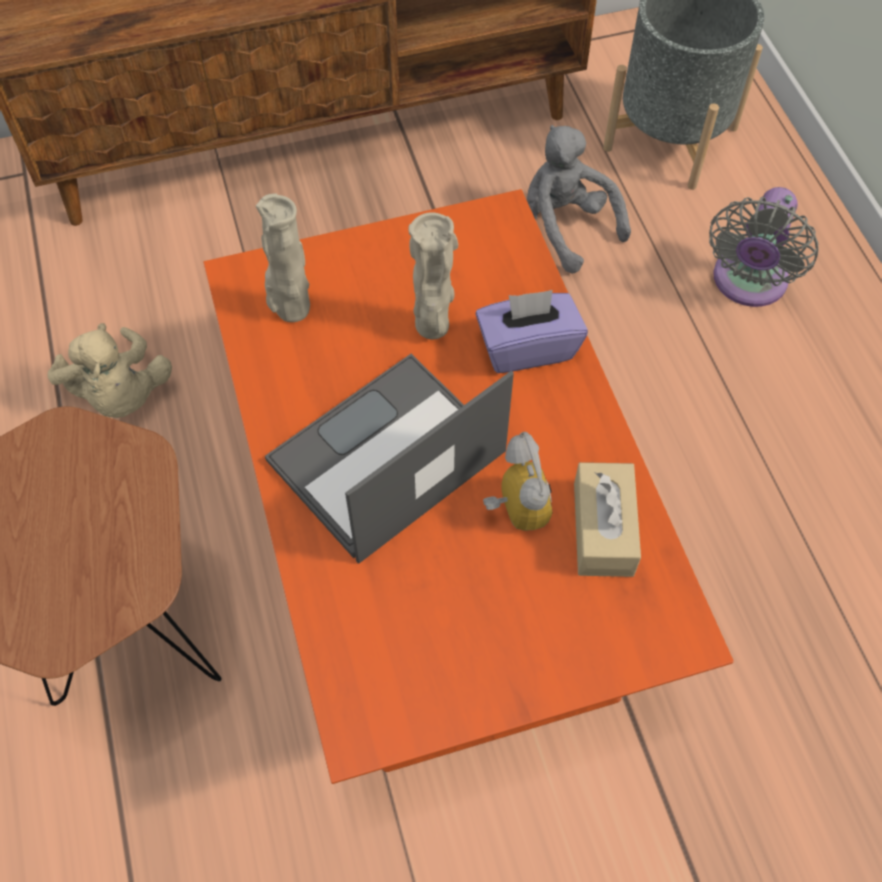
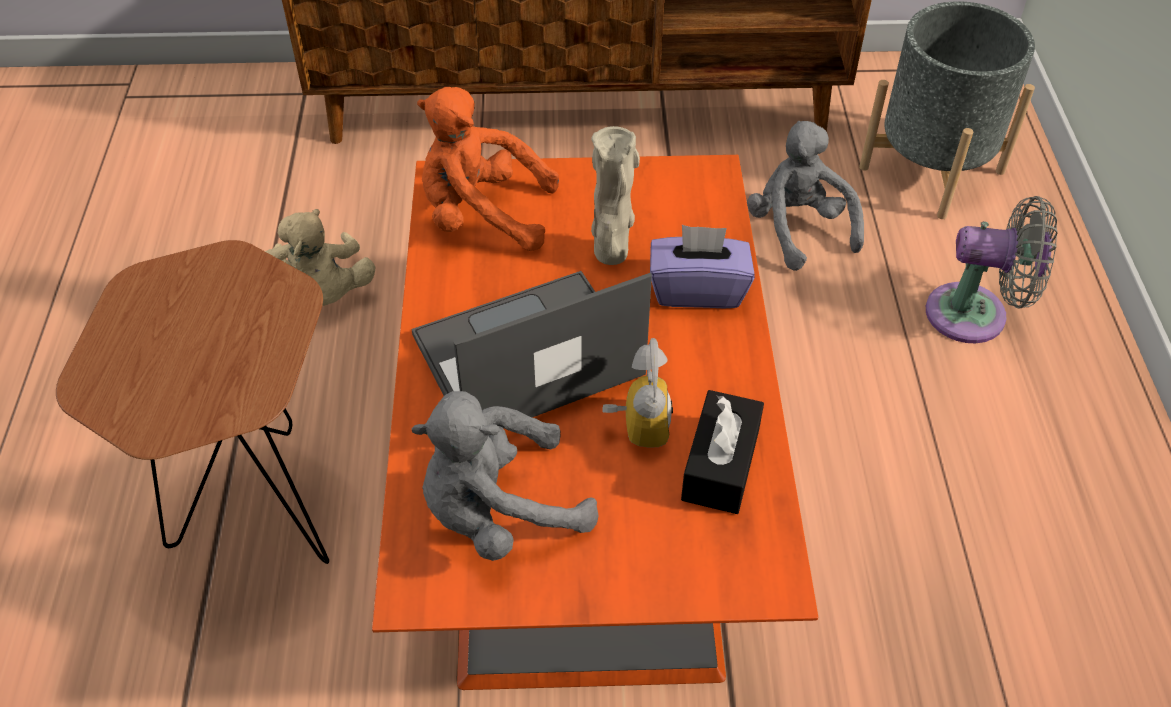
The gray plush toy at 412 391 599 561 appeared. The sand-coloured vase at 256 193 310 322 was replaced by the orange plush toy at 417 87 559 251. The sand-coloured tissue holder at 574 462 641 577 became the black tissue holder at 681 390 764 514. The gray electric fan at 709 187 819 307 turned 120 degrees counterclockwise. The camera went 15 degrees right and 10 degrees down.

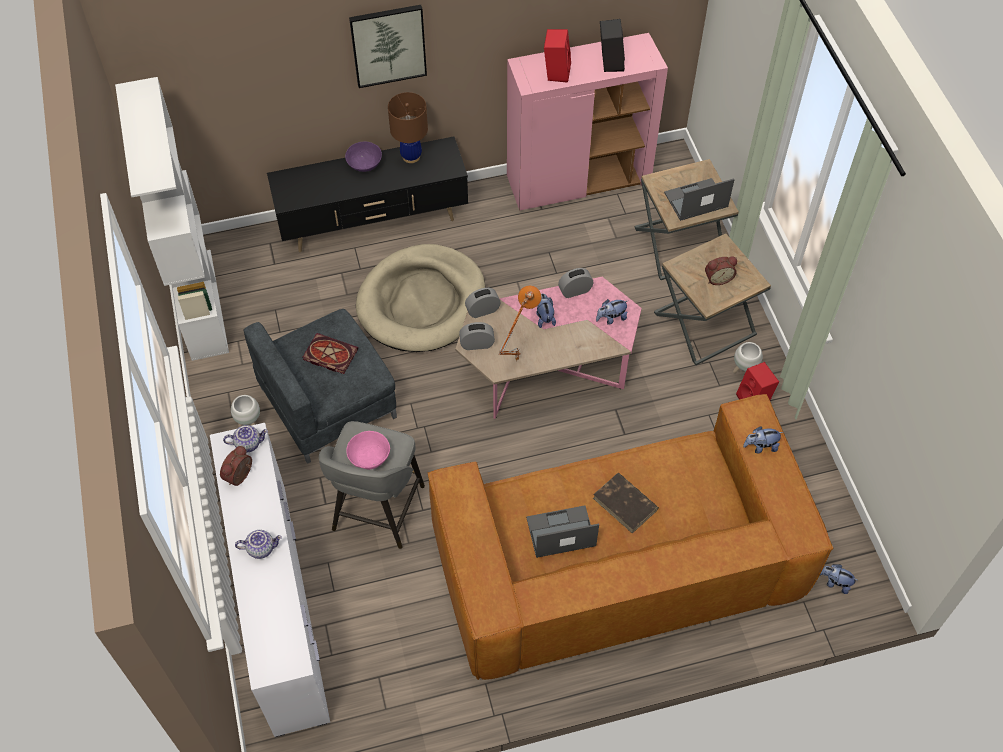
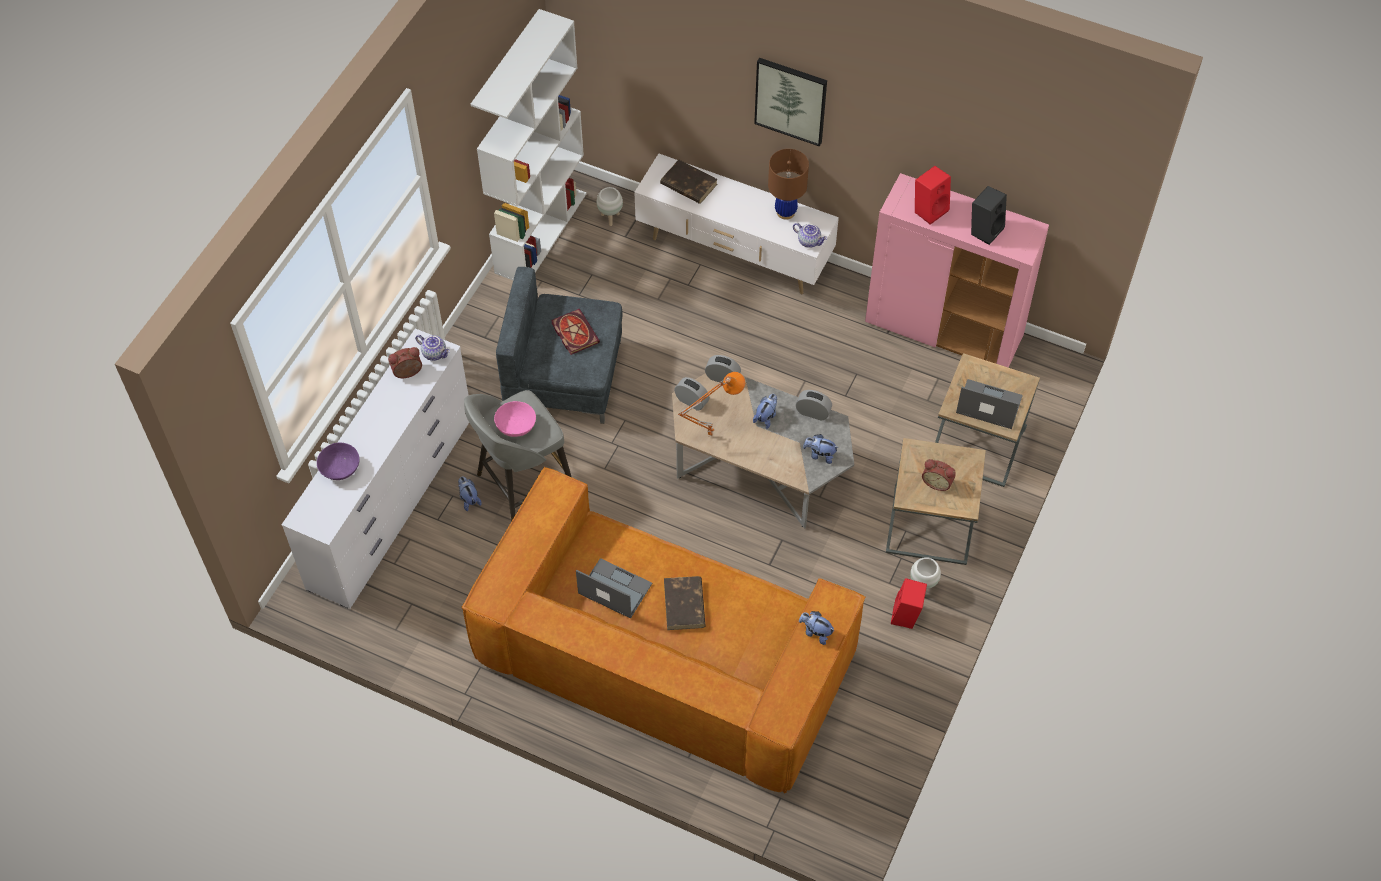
The sand-coloured dog cushion at 356 244 485 352 disappeared. The brownish bound book at 660 160 718 204 appeared. The whitish flower pot moved from 231 395 260 427 to 597 187 623 226. The tea pot moved from 235 530 282 559 to 793 223 827 248. The purple-coloured serving bowl moved from 345 142 382 172 to 317 443 360 480. The plush toy moved from 820 564 859 594 to 458 477 482 511. The black tv unit at 267 137 468 252 became the whitish tv unit at 634 153 839 294. The pink coffee table at 455 277 642 419 became the gray coffee table at 672 373 854 529. The camera went 40 degrees right and 0 degrees up.

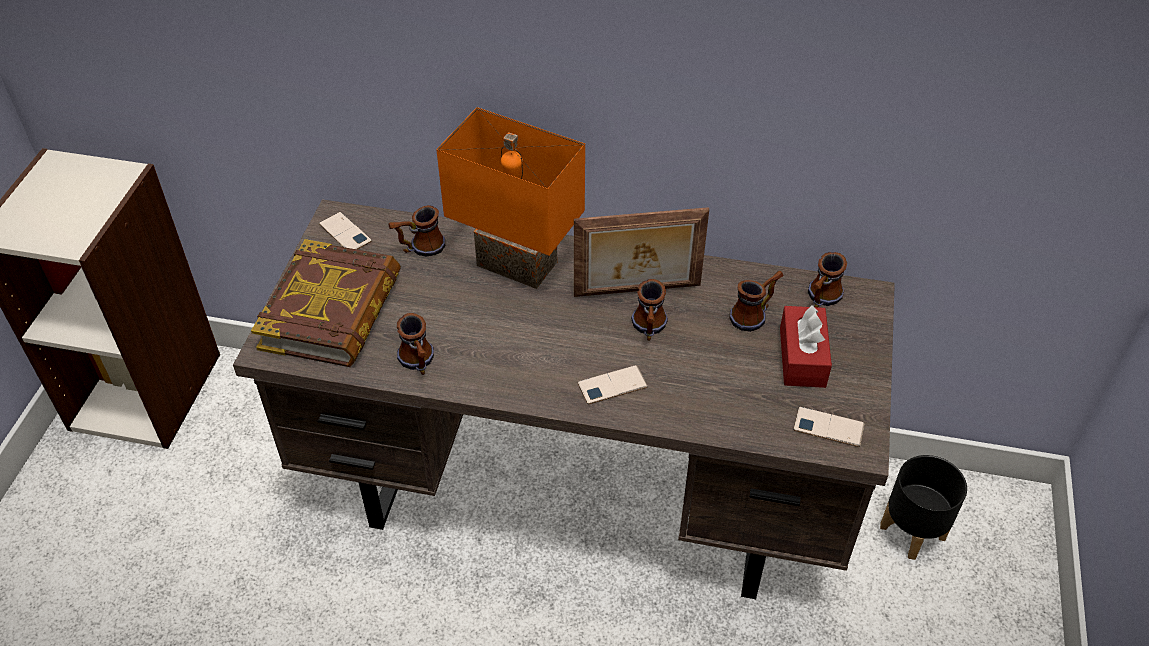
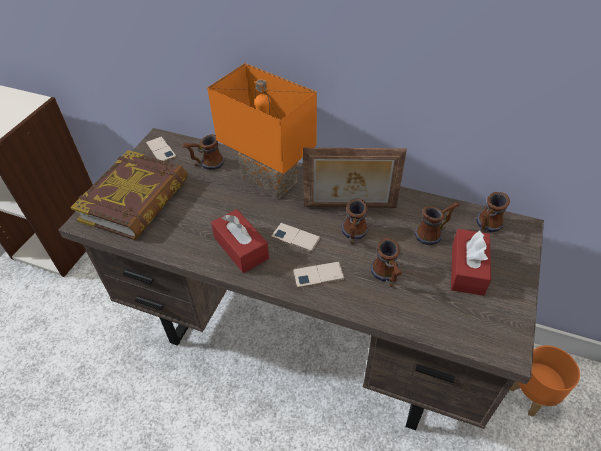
The reddish tissue holder at 211 209 269 273 appeared. The tea mug moved from 397 313 434 375 to 371 238 402 287. The telephone moved from 793 407 865 447 to 271 223 321 252. The black flower pot at 880 455 967 560 became the orange flower pot at 510 345 580 417. The camera went 10 degrees right and 0 degrees up.

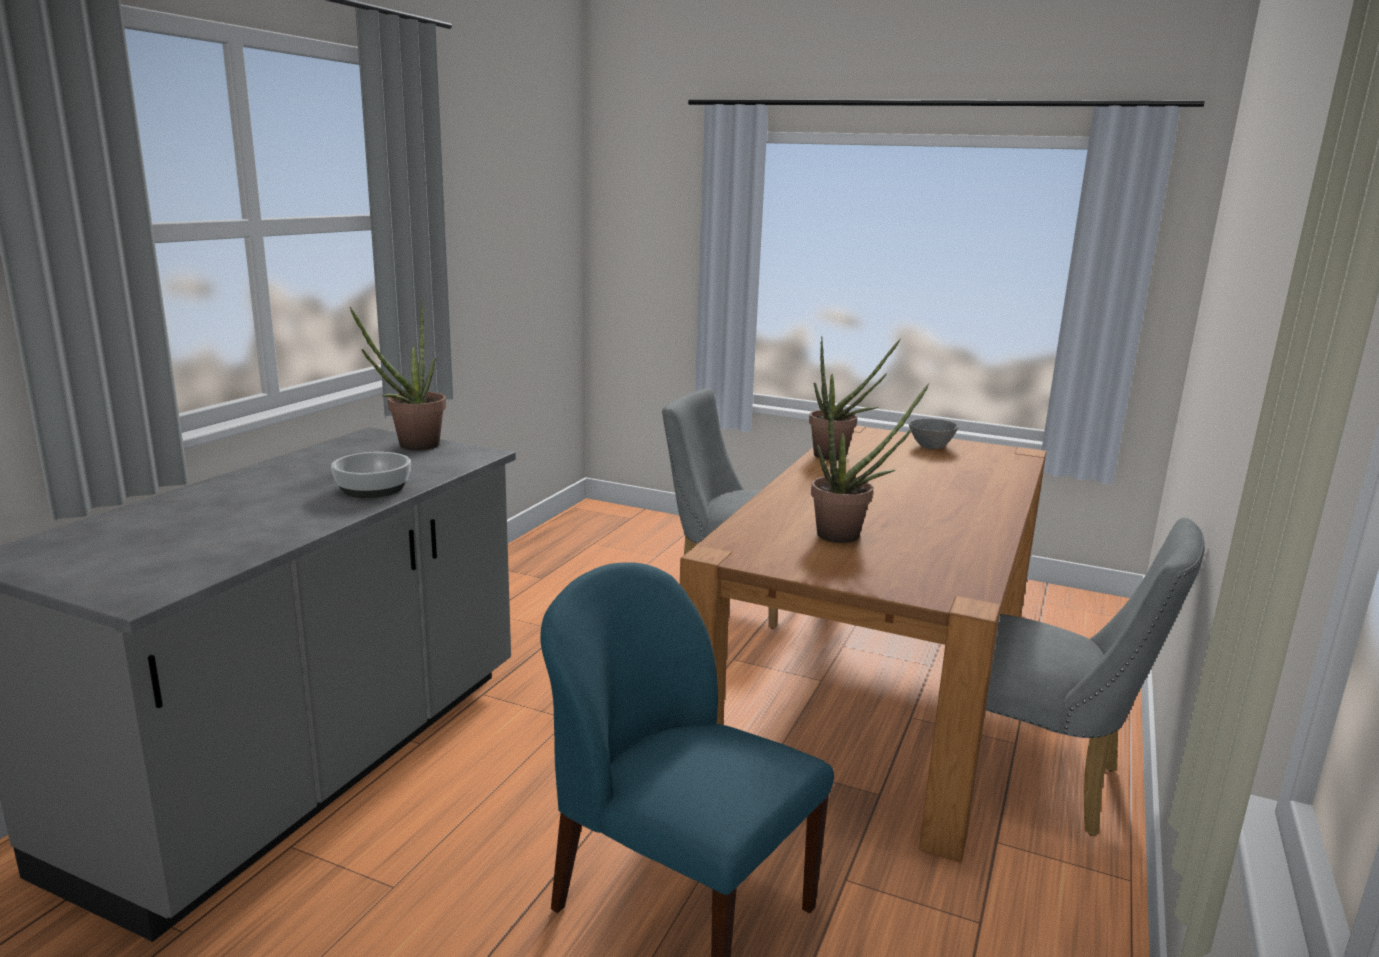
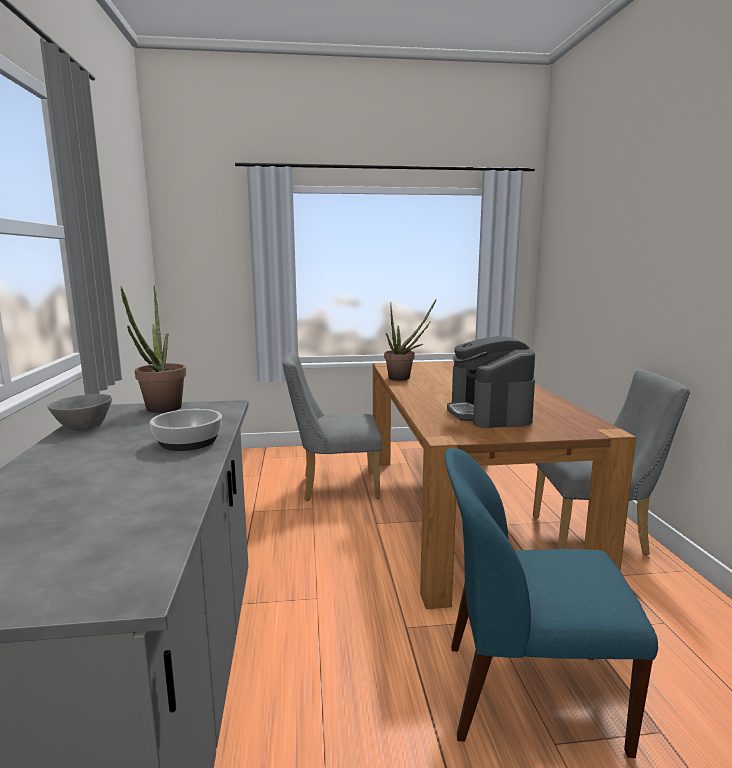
The gray serving bowl moved from 909 419 958 449 to 47 394 112 431. The potted plant at 811 383 929 543 was replaced by the coffee maker at 447 336 535 428. The camera went 30 degrees left and 5 degrees down.

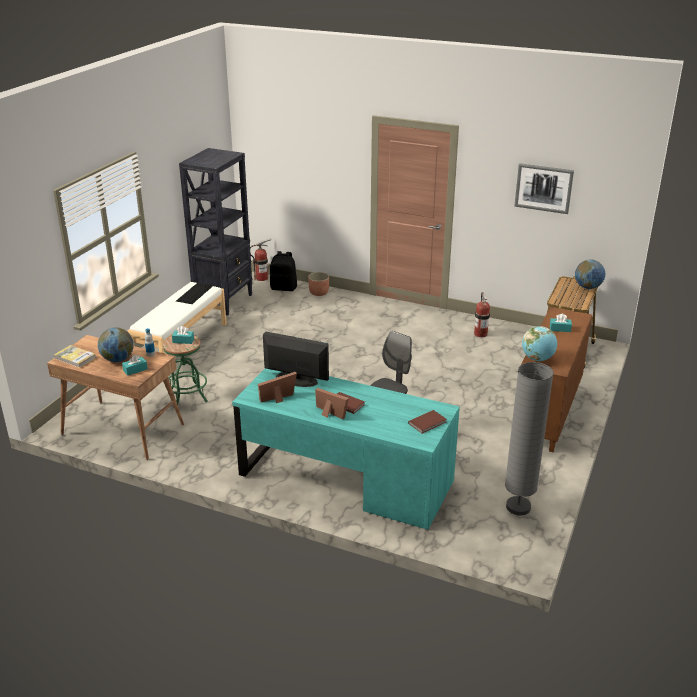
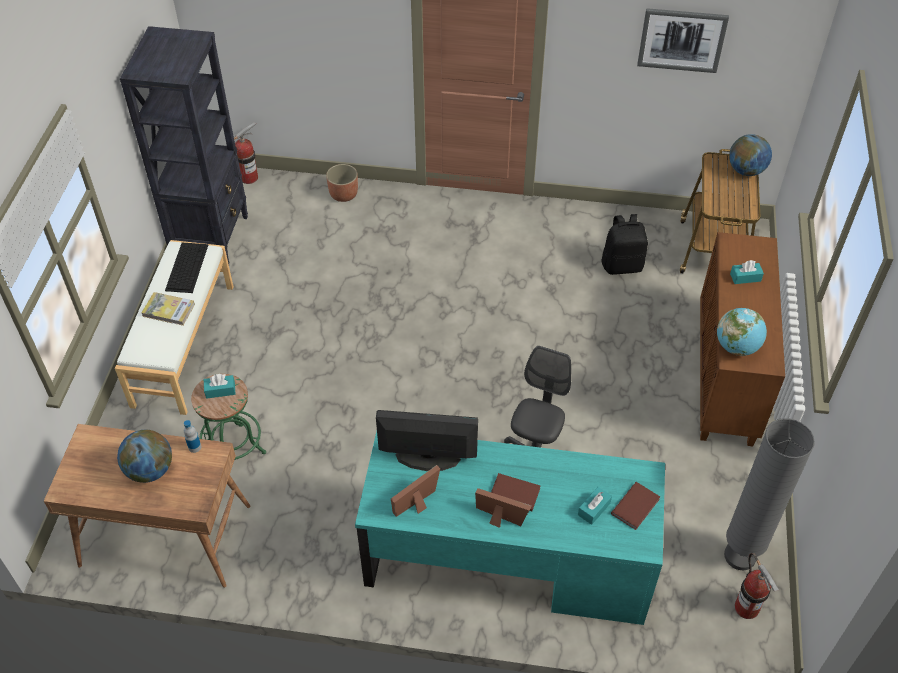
The bound book moved from 54 345 96 368 to 141 292 195 326. The turquoise-coloured tissue holder moved from 122 355 148 376 to 578 487 612 525. The black backpack moved from 270 251 297 291 to 602 214 648 275. The fire extinguisher moved from 474 292 490 337 to 735 553 779 619. The camera went 15 degrees left and 20 degrees up.

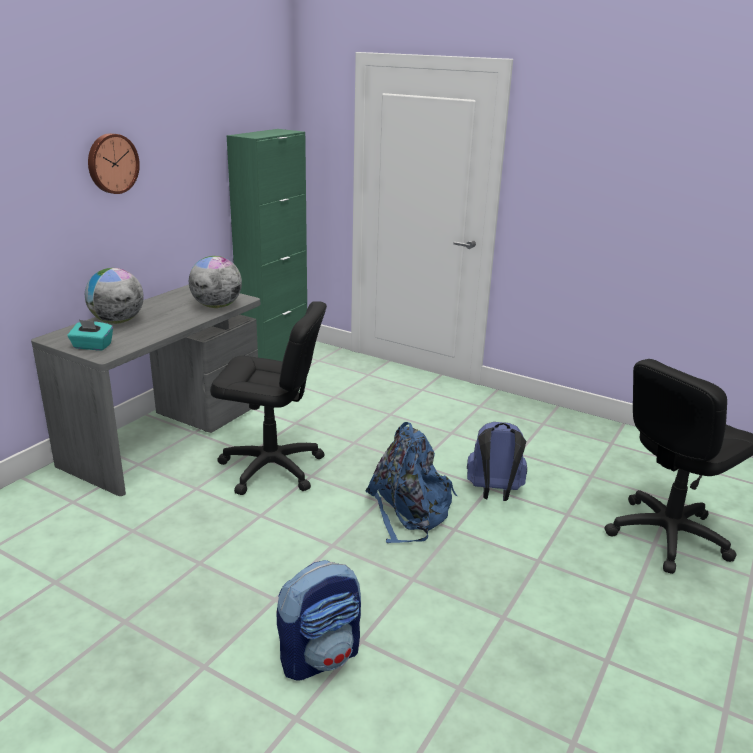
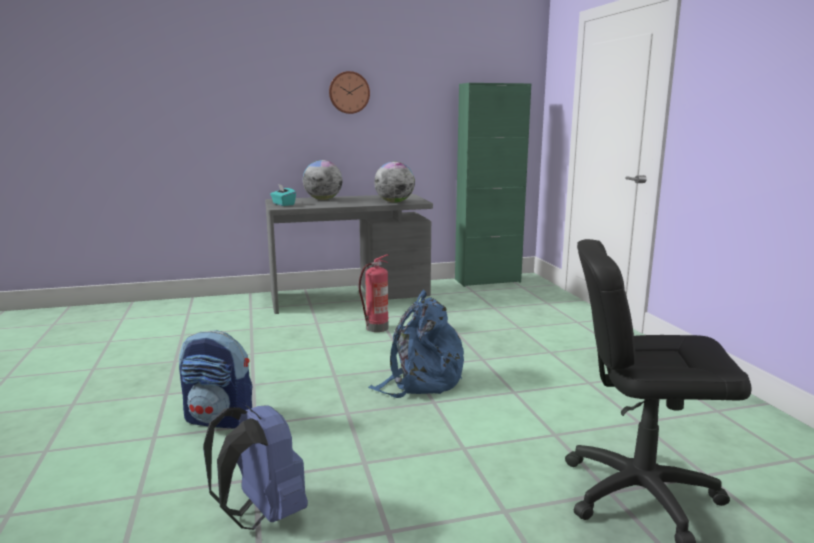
The blue-coloured backpack moved from 467 422 527 501 to 203 405 308 530. The black office chair at 210 301 327 495 was replaced by the fire extinguisher at 359 254 389 332. The camera went 45 degrees right and 10 degrees down.

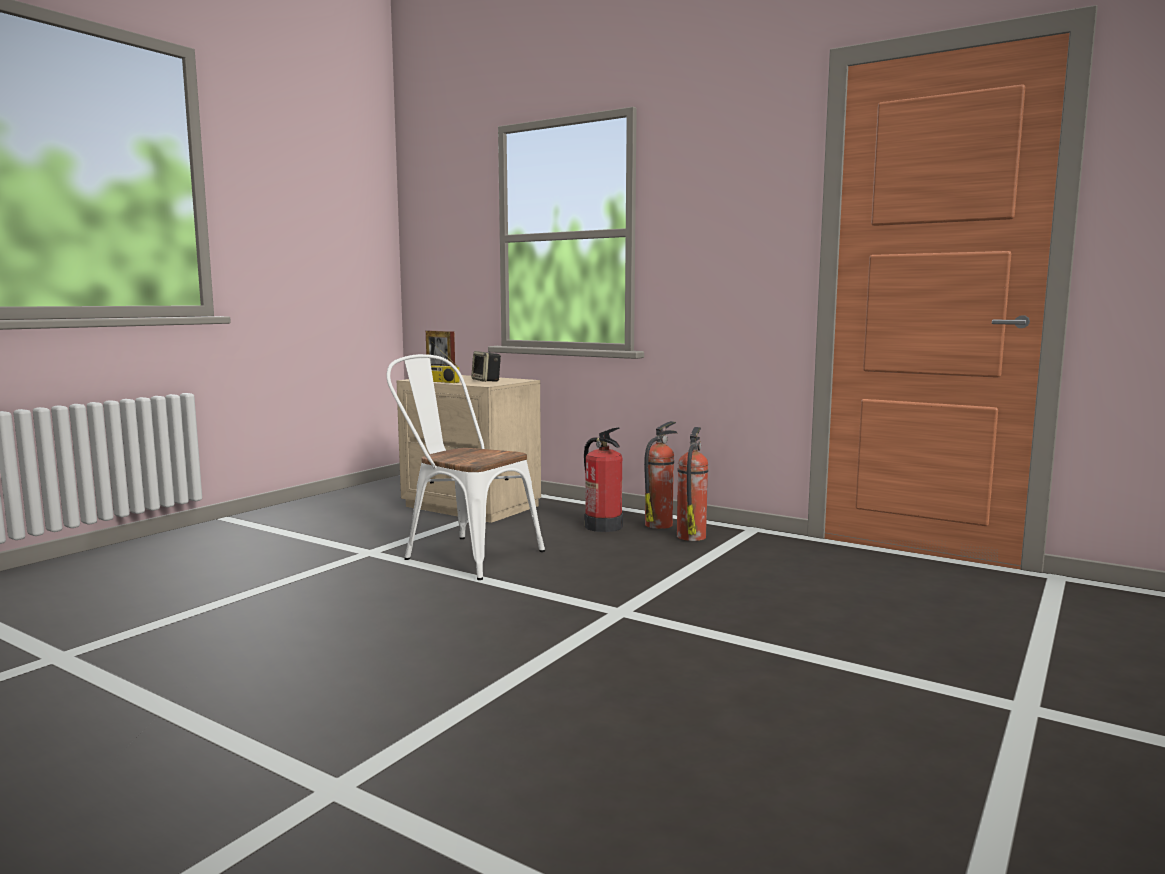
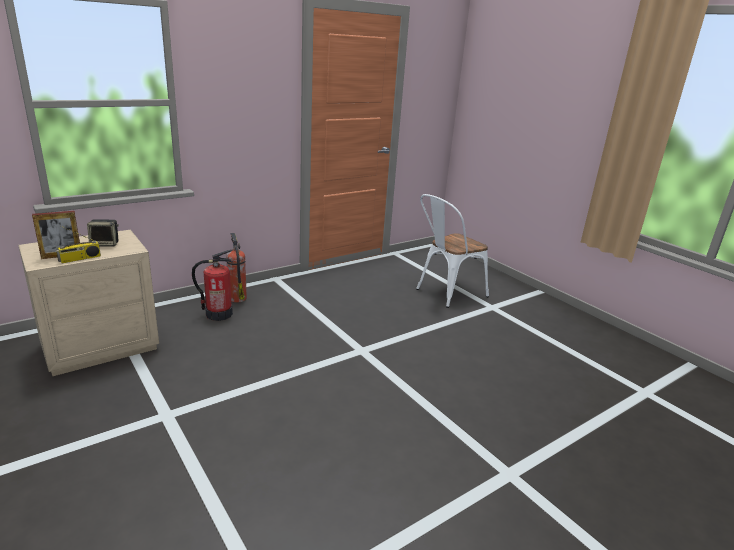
The fire extinguisher at 677 427 708 541 disappeared. The whitish chair moved from 386 354 545 580 to 416 194 489 308. The camera went 70 degrees left and 15 degrees up.

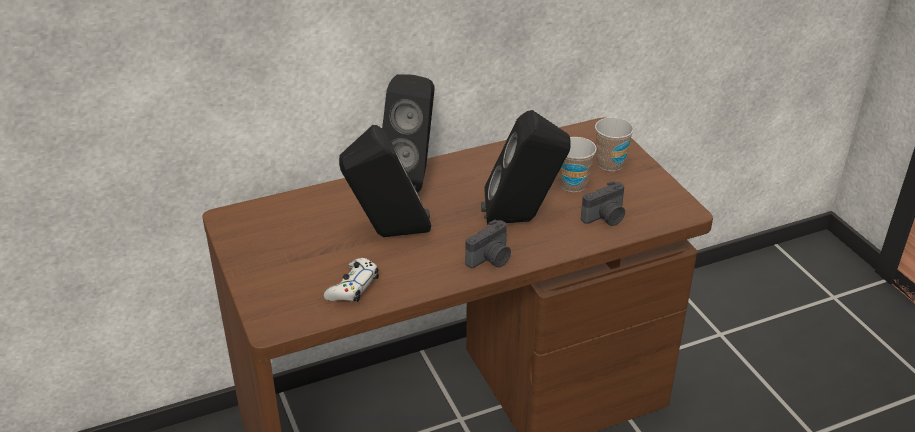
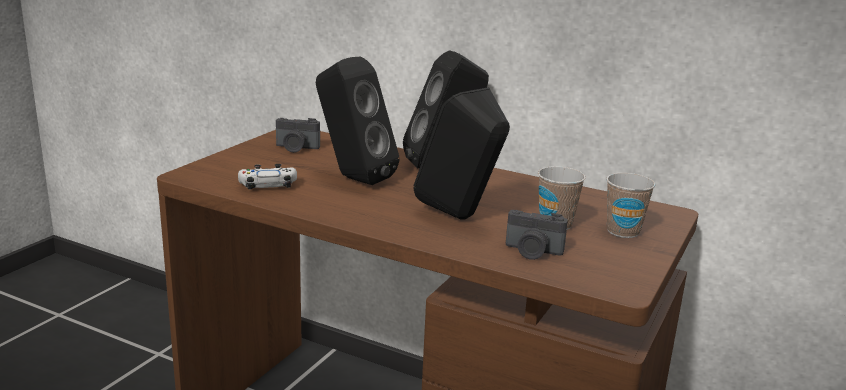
The photo camera moved from 465 219 511 268 to 276 118 320 153. The camera went 50 degrees right and 15 degrees down.

